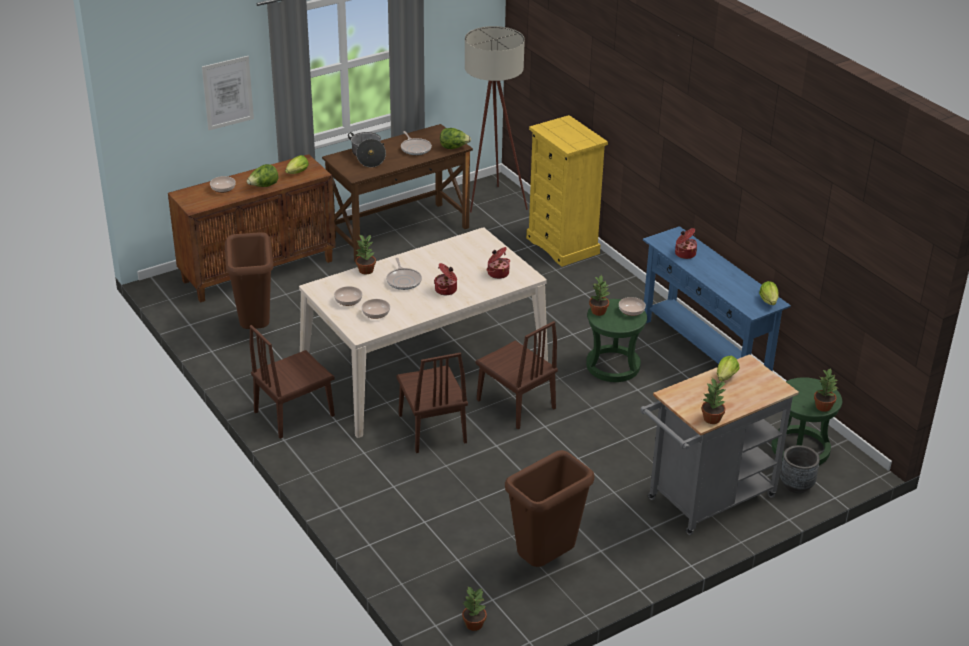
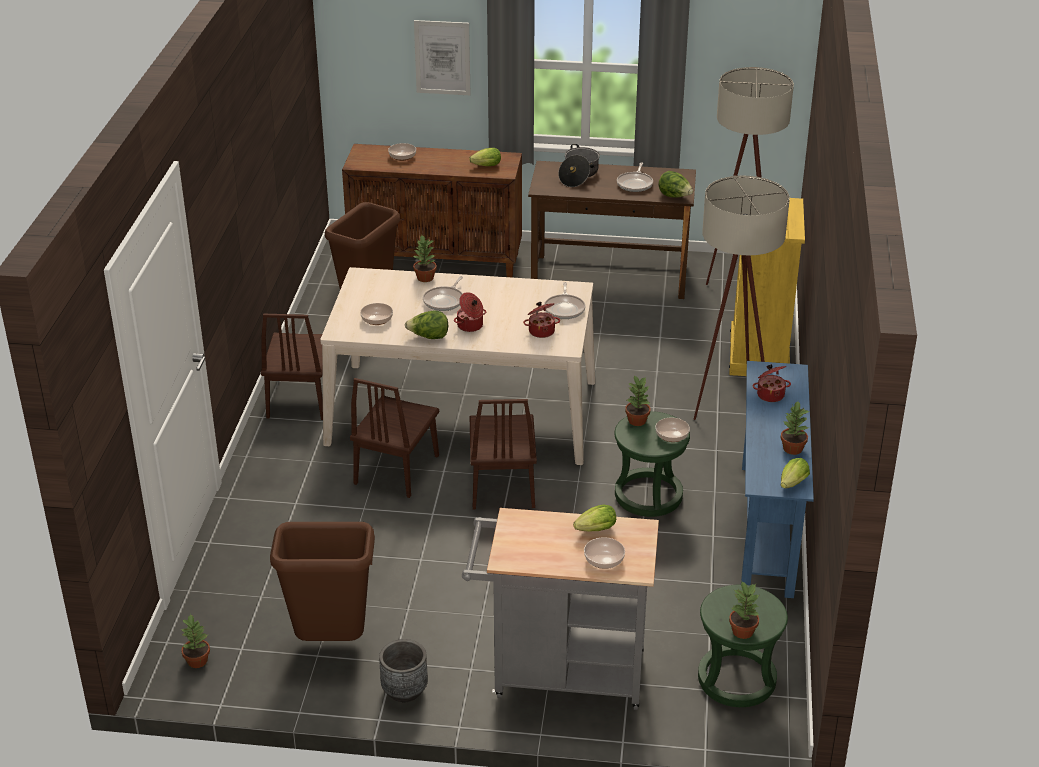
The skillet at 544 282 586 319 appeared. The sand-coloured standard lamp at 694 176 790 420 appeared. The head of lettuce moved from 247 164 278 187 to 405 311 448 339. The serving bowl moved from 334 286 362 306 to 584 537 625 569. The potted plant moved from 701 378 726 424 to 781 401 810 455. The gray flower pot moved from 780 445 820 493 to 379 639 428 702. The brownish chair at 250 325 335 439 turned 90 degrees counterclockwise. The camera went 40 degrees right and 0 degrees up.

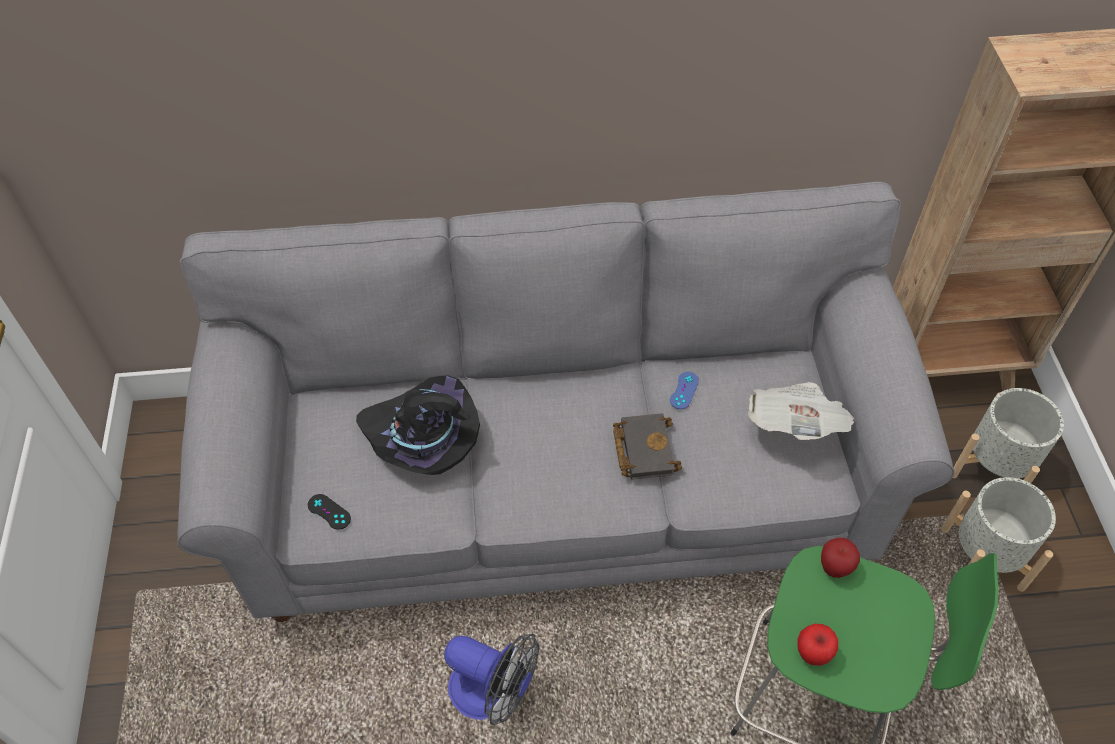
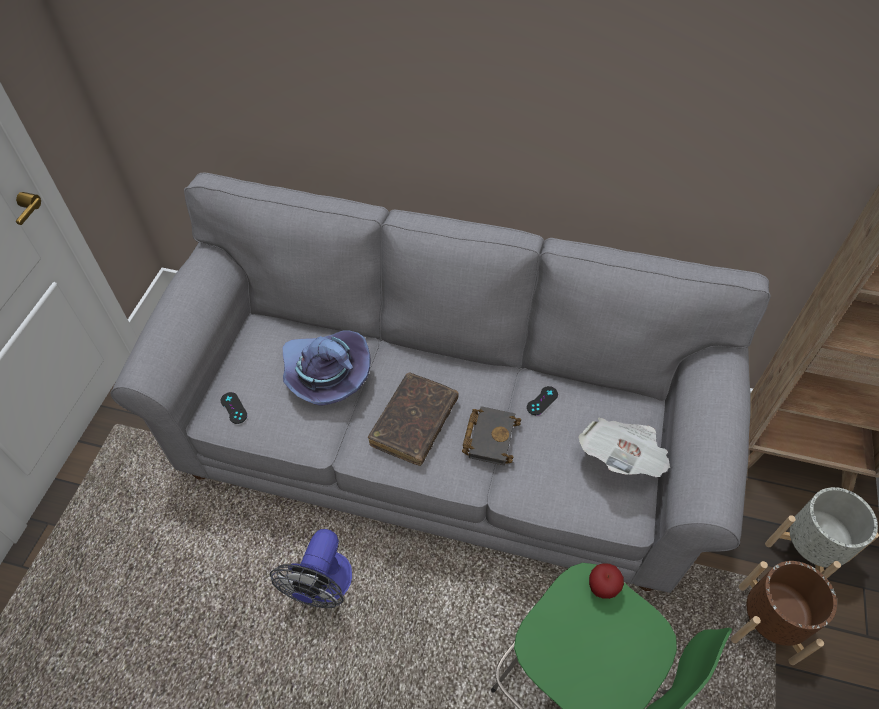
The whole apple at 798 624 838 666 disappeared. The brownish bound book at 368 373 459 466 appeared. The black hat at 356 376 480 475 became the purple-coloured hat at 282 330 371 406. The blue-coloured game controller at 670 372 699 409 became the black game controller at 527 386 558 415. The gray flower pot at 941 477 1056 592 became the brownish flower pot at 731 561 837 665. The electric fan at 444 633 539 725 turned 60 degrees clockwise. The camera went 20 degrees right and 0 degrees up.

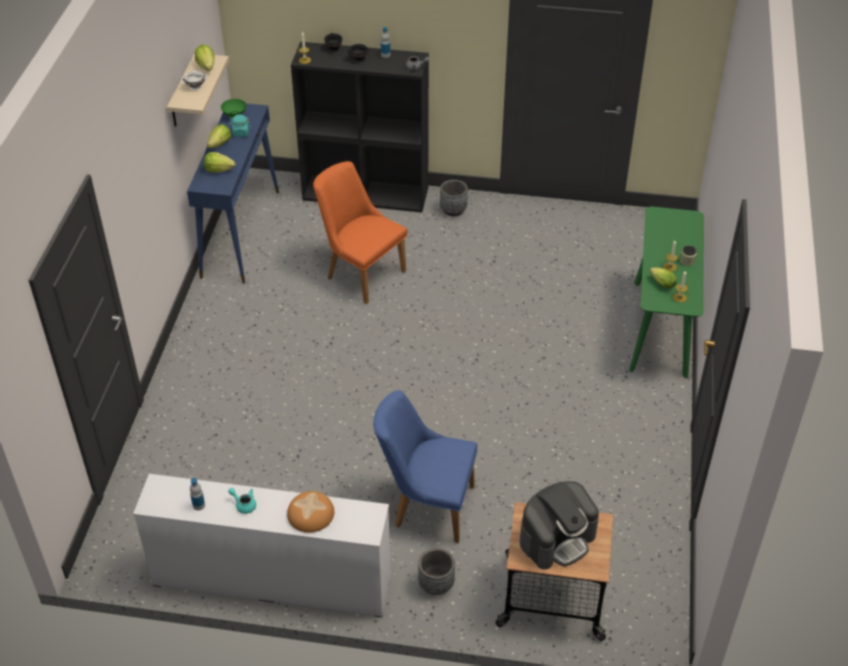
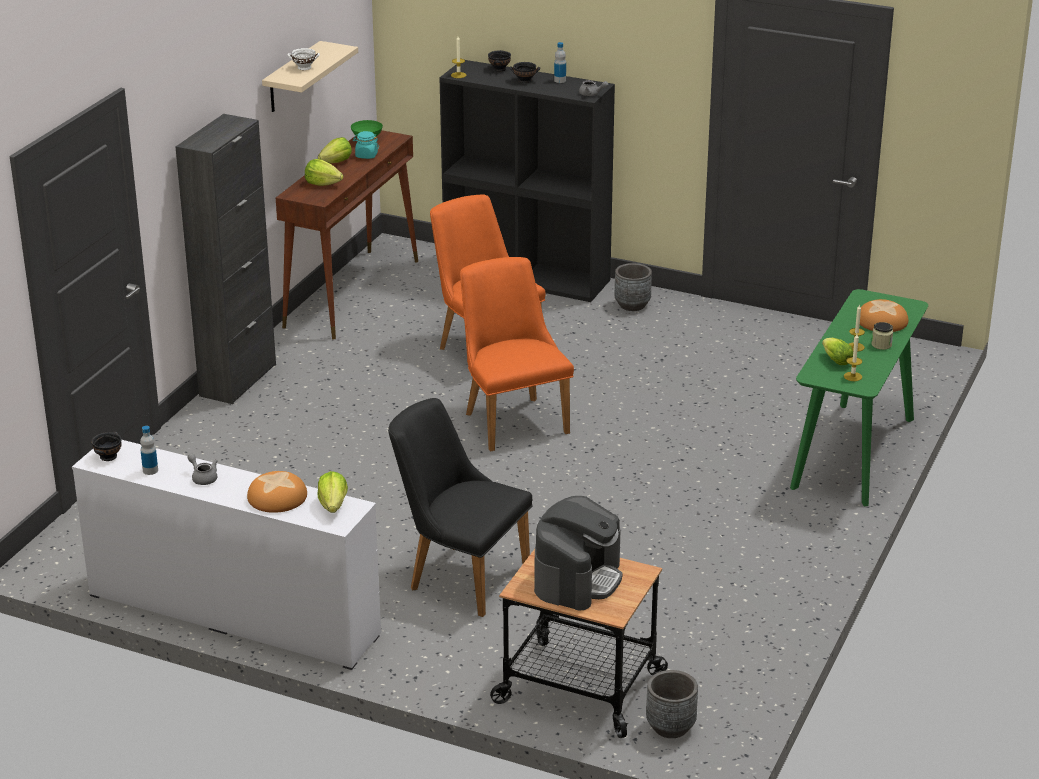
The black serving bowl at 92 432 122 461 appeared. The black cabinet at 175 114 276 404 appeared. The orange chair at 460 257 574 452 appeared. The bread at 860 299 908 332 appeared. The head of lettuce moved from 195 45 215 71 to 318 471 348 513. The gray flower pot moved from 418 548 455 595 to 646 670 698 738. The blue-coloured narrow table at 187 103 279 283 became the brownish narrow table at 276 130 418 340. The turquoise-coloured tea pot at 228 488 256 514 became the gray tea pot at 188 453 218 485. The blue-coloured chair at 373 390 478 543 became the black chair at 388 398 533 617. The coffee maker at 520 481 599 569 turned 45 degrees counterclockwise. The camera went 15 degrees right and 15 degrees down.

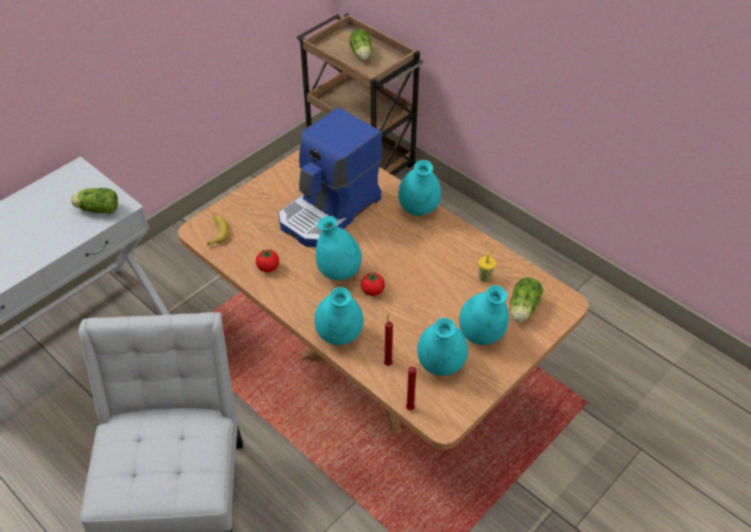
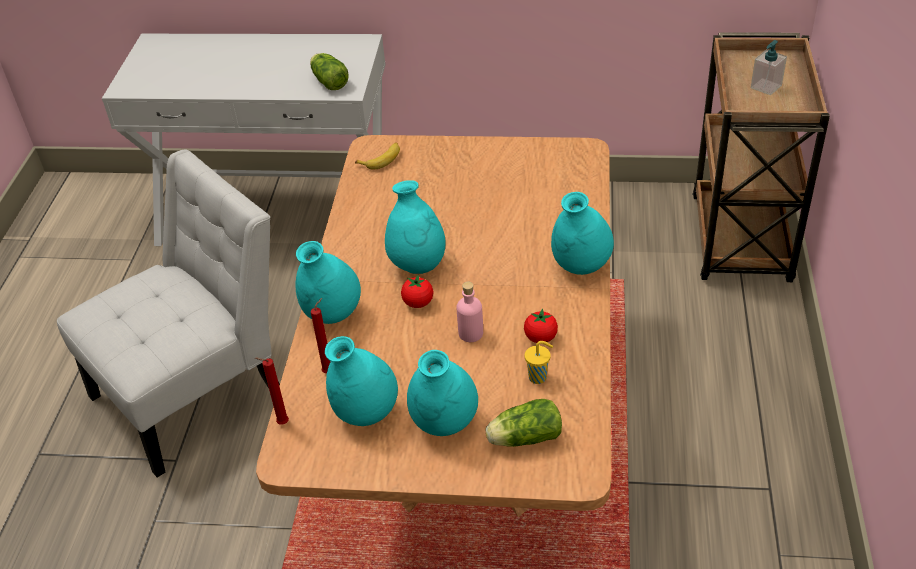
The coffee maker at 278 107 382 247 disappeared. The pink bottle at 456 282 483 342 appeared. The whole tomato moved from 256 249 279 272 to 524 309 558 343. The head of lettuce at 349 29 372 60 was replaced by the liquid soap bottle at 751 40 787 95. The camera went 55 degrees right and 5 degrees down.

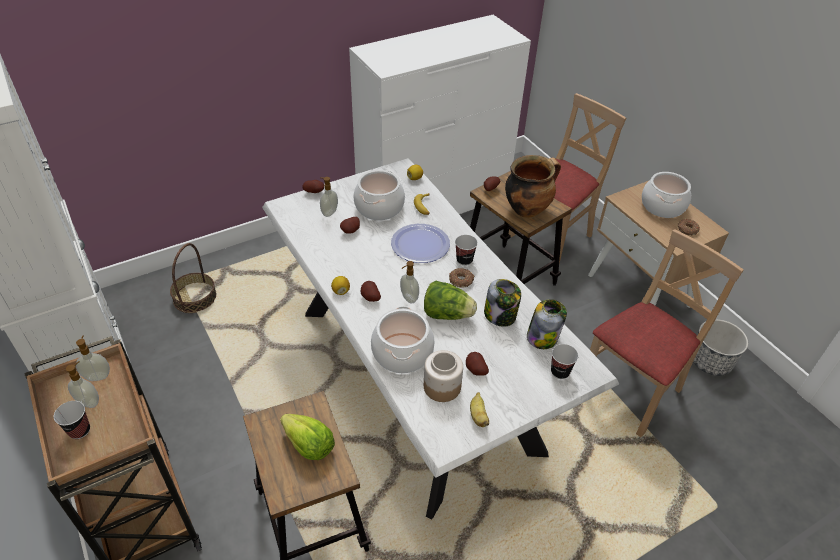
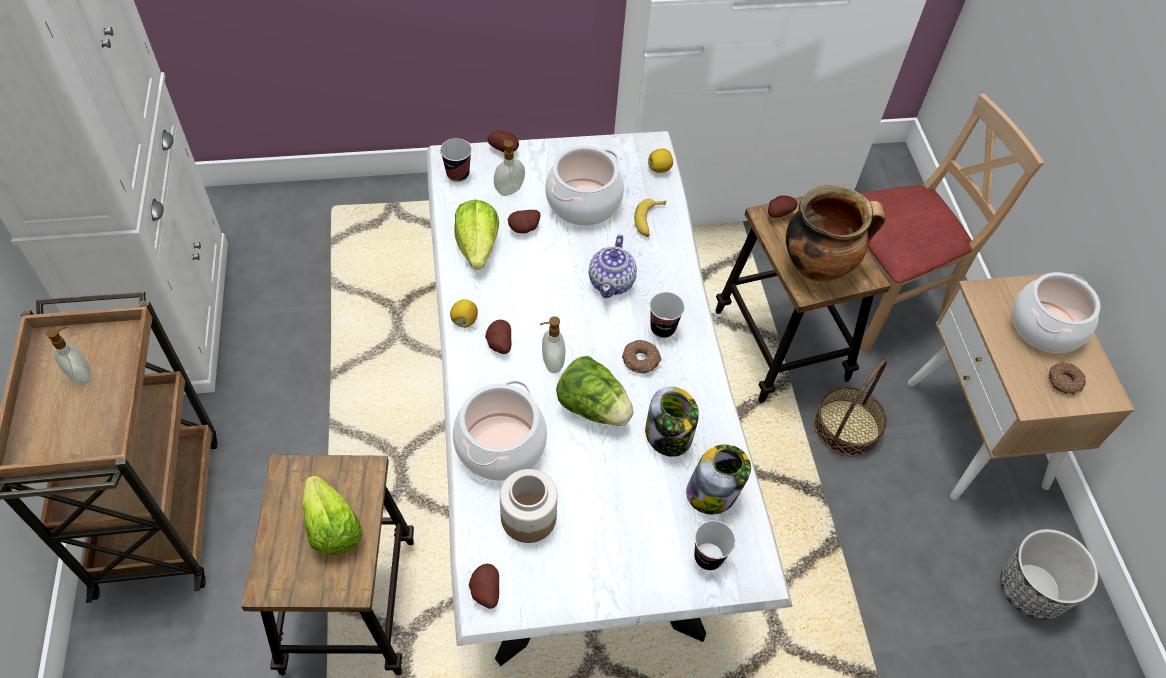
The liquid soap bottle at 76 335 110 381 disappeared. The banana fruit at 470 392 489 427 disappeared. The sand-coloured chair at 590 229 744 437 disappeared. The head of lettuce at 454 199 499 270 appeared. The drinking cup moved from 54 401 90 439 to 440 138 472 182. The basket moved from 170 243 216 313 to 814 359 887 457. The spud moved from 466 352 489 376 to 469 564 499 609. The dinner plate at 391 224 450 263 was replaced by the tea pot at 589 234 637 298. The camera went 20 degrees right and 10 degrees up.

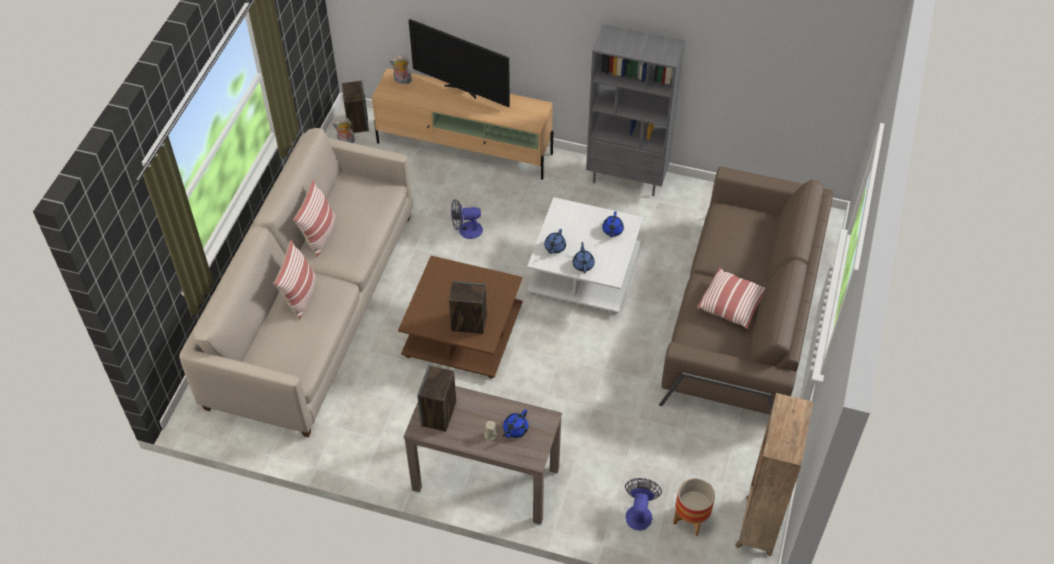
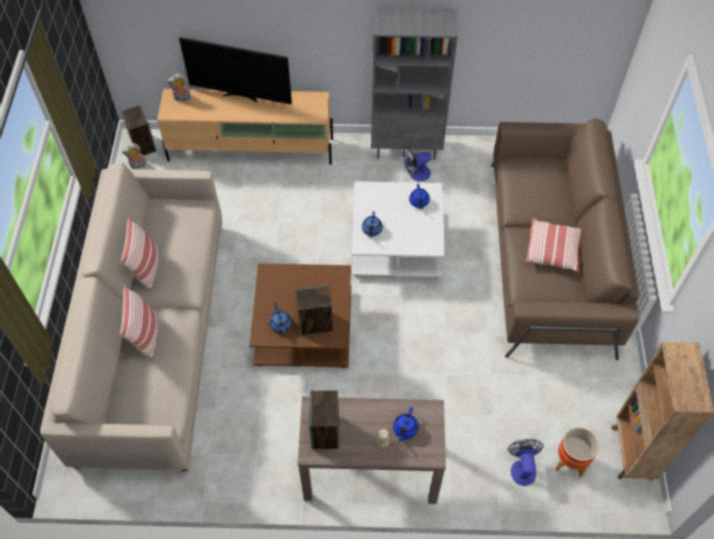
The electric fan moved from 451 199 483 239 to 403 148 431 182. The blue-coloured tea pot moved from 573 242 595 273 to 269 302 292 335. The camera went 15 degrees left and 5 degrees up.

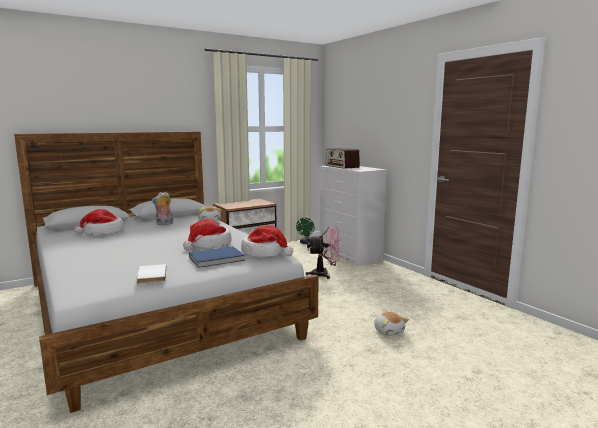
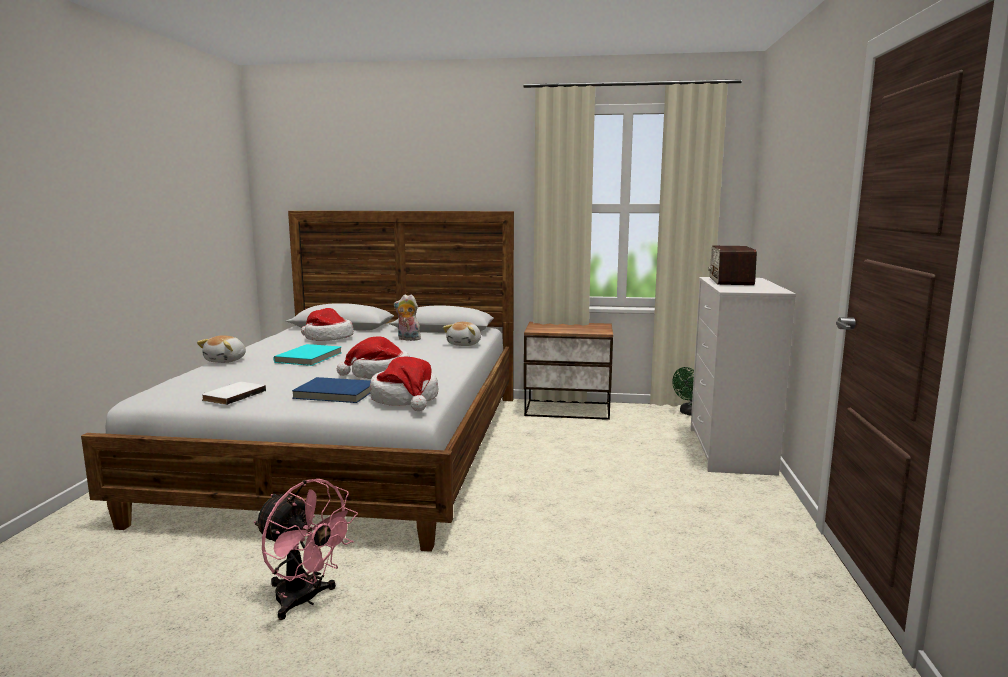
The turquoise-coloured bound book at 273 344 342 366 appeared. The pink electric fan moved from 306 227 341 279 to 254 479 358 620. The plush toy moved from 374 312 409 336 to 197 335 246 363. The camera went 40 degrees right and 0 degrees up.

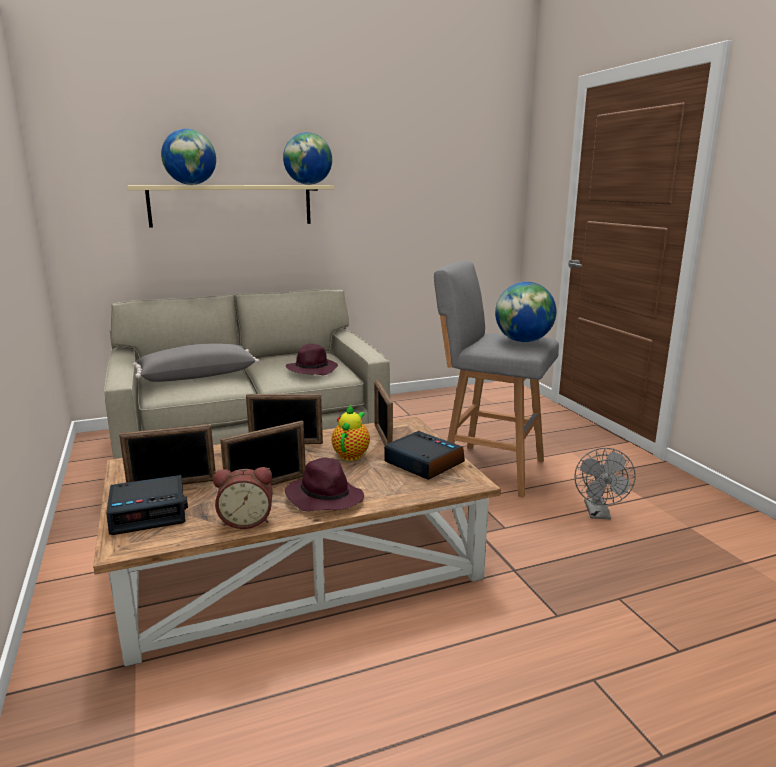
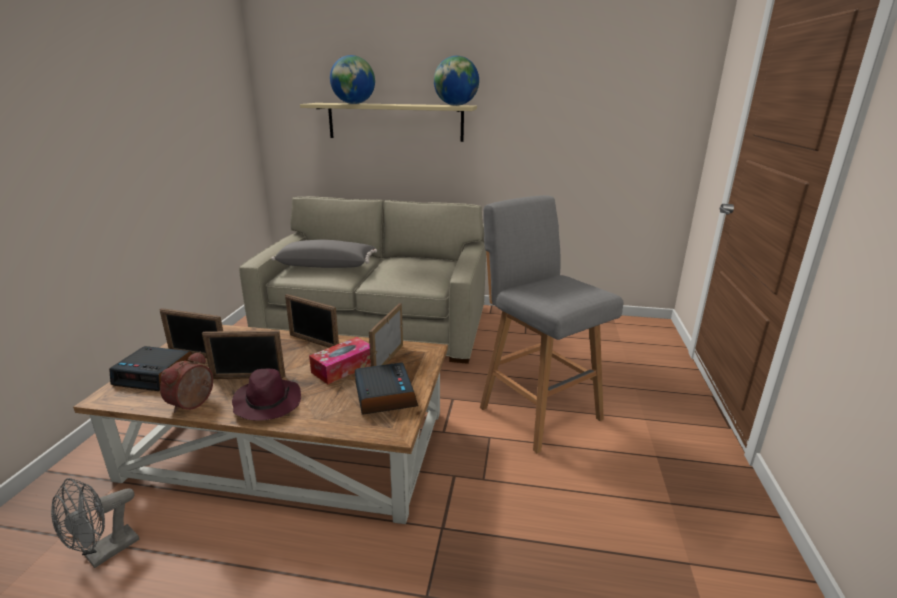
The purple-coloured hat at 286 344 338 375 disappeared. The globe at 495 282 556 342 disappeared. The gray electric fan moved from 574 448 636 519 to 51 478 139 568. The tea pot at 332 405 370 461 was replaced by the tissue holder at 309 337 371 384. The alarm clock at 213 467 272 529 turned 90 degrees clockwise. The camera went 30 degrees right and 5 degrees up.

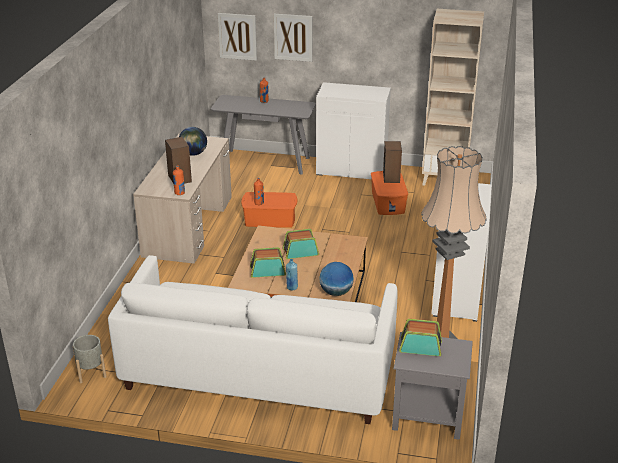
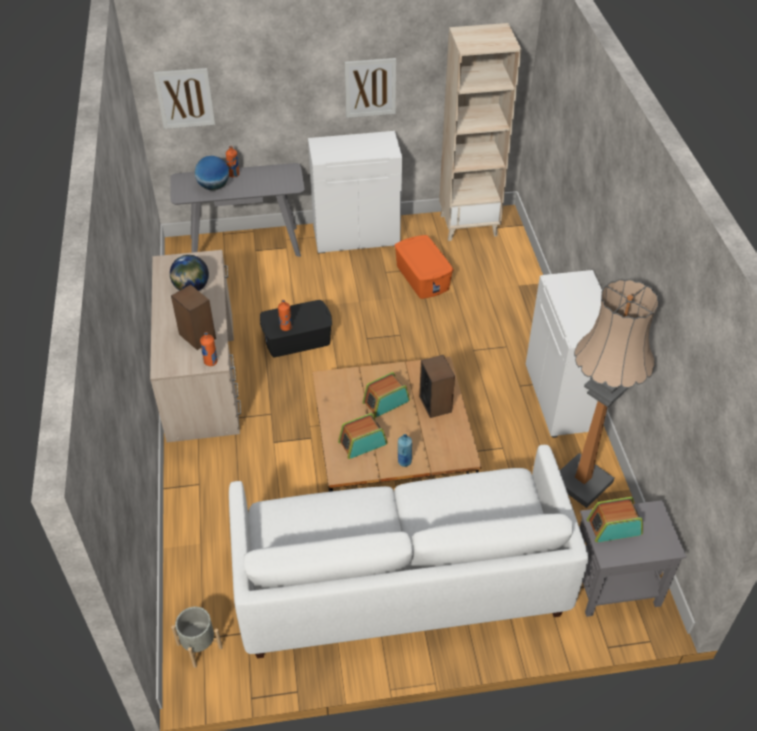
The wall picture moved from 274 14 312 62 to 344 58 396 118. The globe moved from 319 262 354 296 to 195 156 229 190. The speaker moved from 383 141 402 183 to 419 355 455 418. The orange storage bin at 241 192 298 228 became the black storage bin at 260 300 332 357. The camera went 20 degrees left and 15 degrees up.

